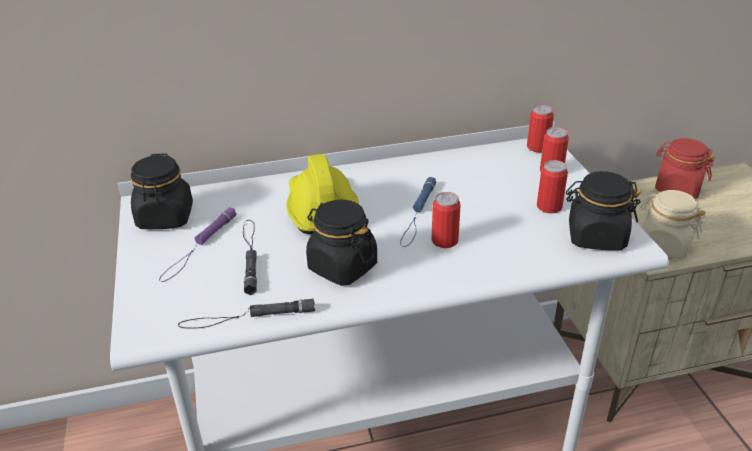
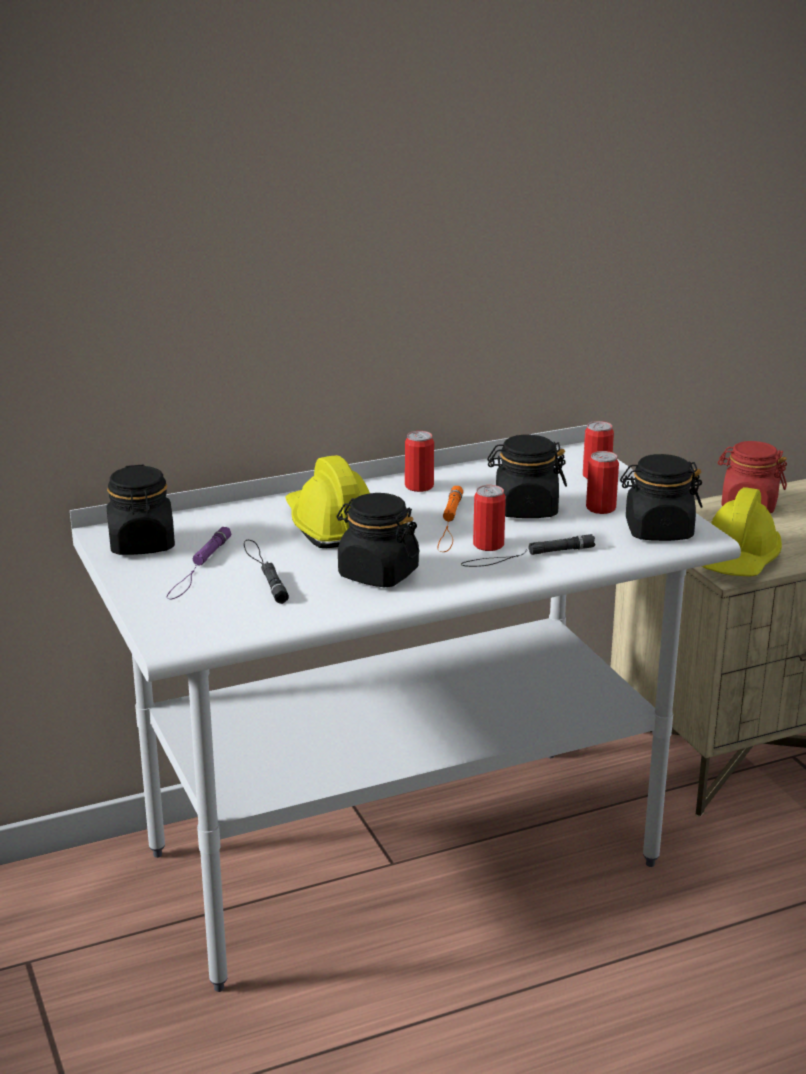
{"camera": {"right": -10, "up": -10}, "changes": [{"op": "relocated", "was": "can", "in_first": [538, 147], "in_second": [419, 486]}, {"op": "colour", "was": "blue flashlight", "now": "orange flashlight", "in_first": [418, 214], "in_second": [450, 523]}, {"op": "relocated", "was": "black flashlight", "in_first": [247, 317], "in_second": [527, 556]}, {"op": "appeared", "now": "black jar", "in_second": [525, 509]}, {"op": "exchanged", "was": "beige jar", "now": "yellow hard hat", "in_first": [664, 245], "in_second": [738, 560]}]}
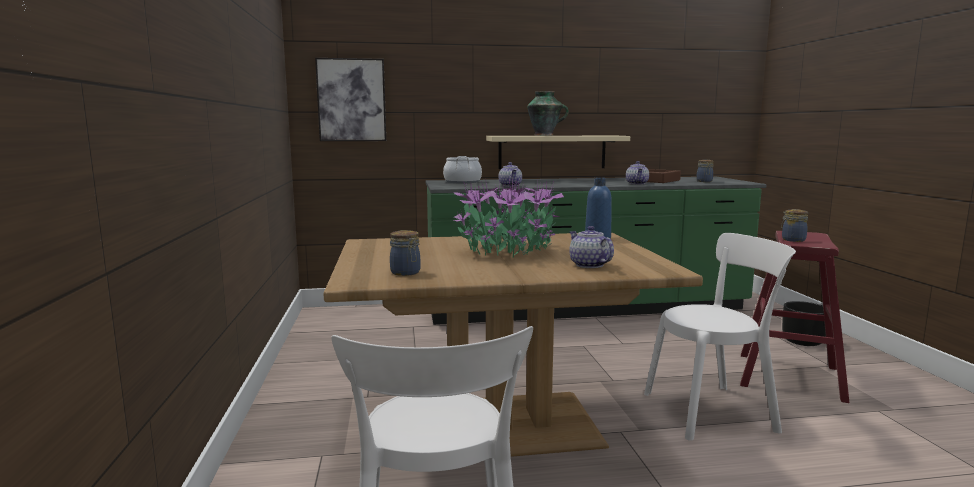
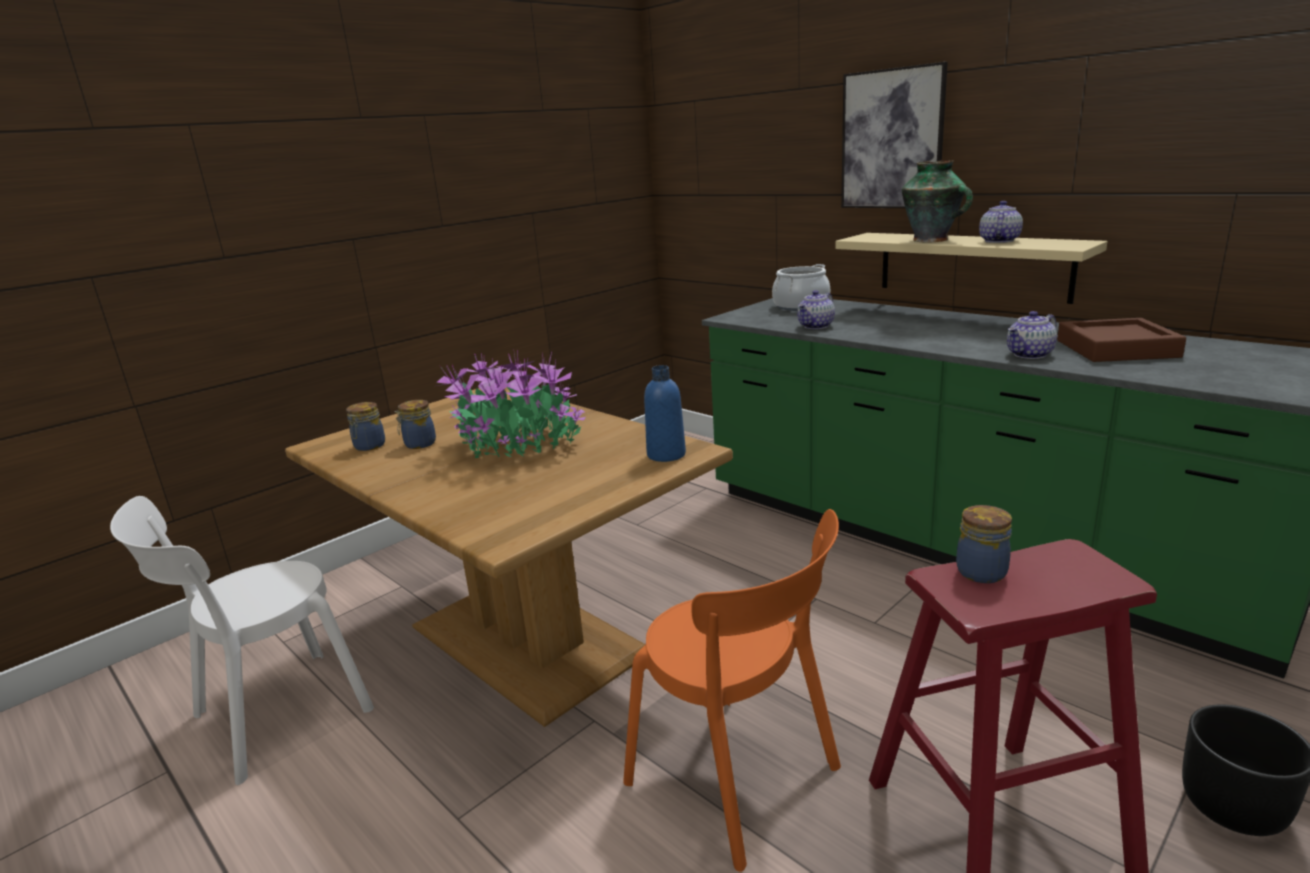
{"camera": {"right": 55, "up": 10}, "changes": [{"op": "relocated", "was": "jar", "in_first": [704, 181], "in_second": [419, 444]}, {"op": "colour", "was": "white chair", "now": "orange chair", "in_first": [714, 411], "in_second": [739, 780]}, {"op": "relocated", "was": "picture", "in_first": [351, 100], "in_second": [892, 140]}, {"op": "relocated", "was": "teapot", "in_first": [588, 265], "in_second": [998, 241]}]}
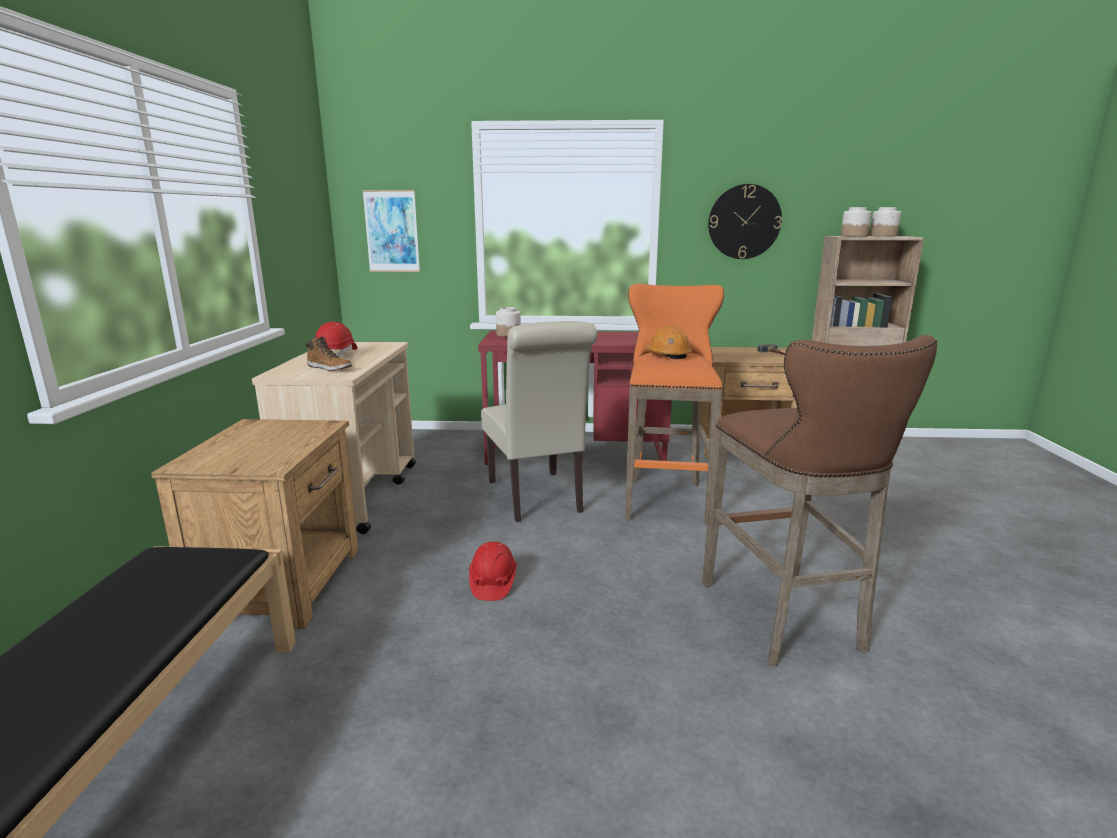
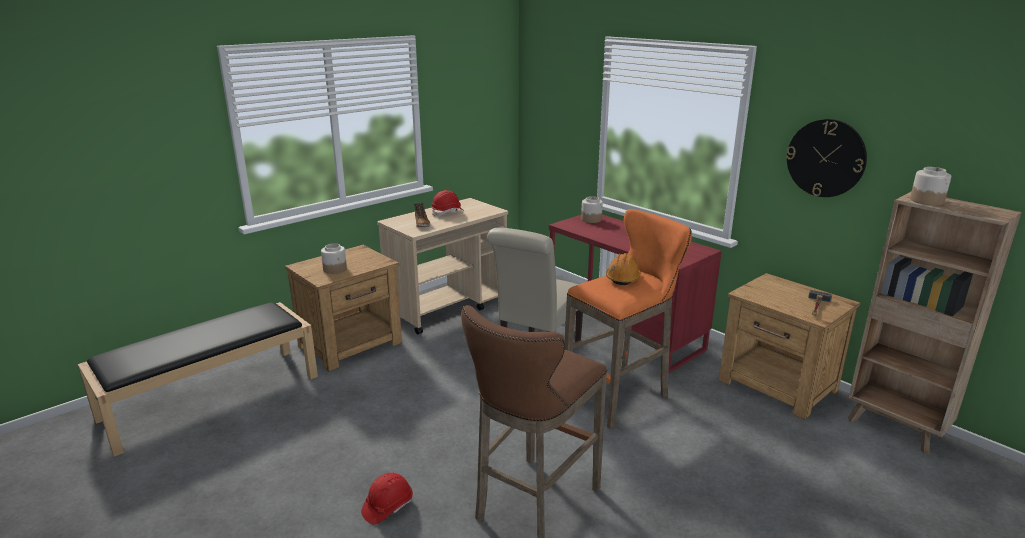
{"camera": {"right": 45, "up": 5}, "changes": [{"op": "relocated", "was": "jar", "in_first": [883, 236], "in_second": [335, 269]}, {"op": "relocated", "was": "red hard hat", "in_first": [492, 583], "in_second": [387, 507]}, {"op": "missing", "was": "picture", "in_first": [392, 231]}]}
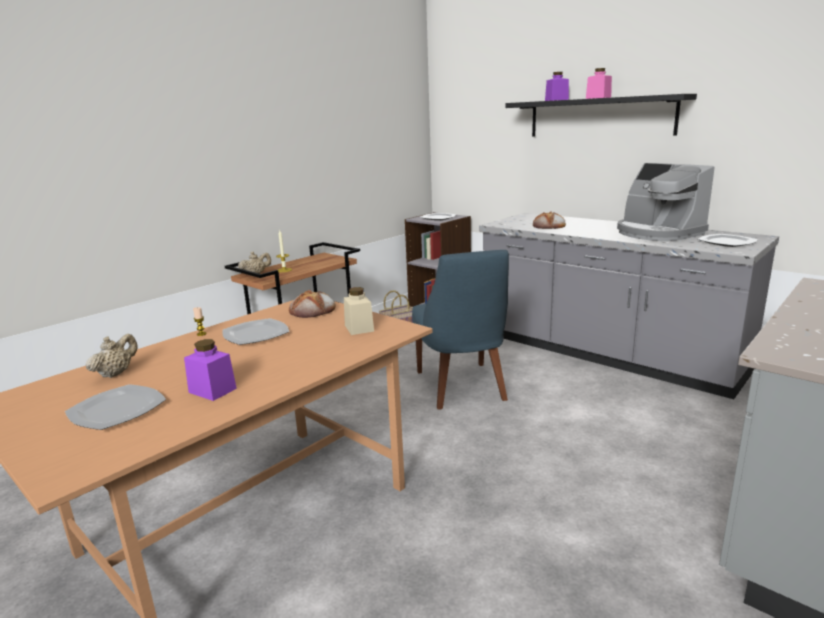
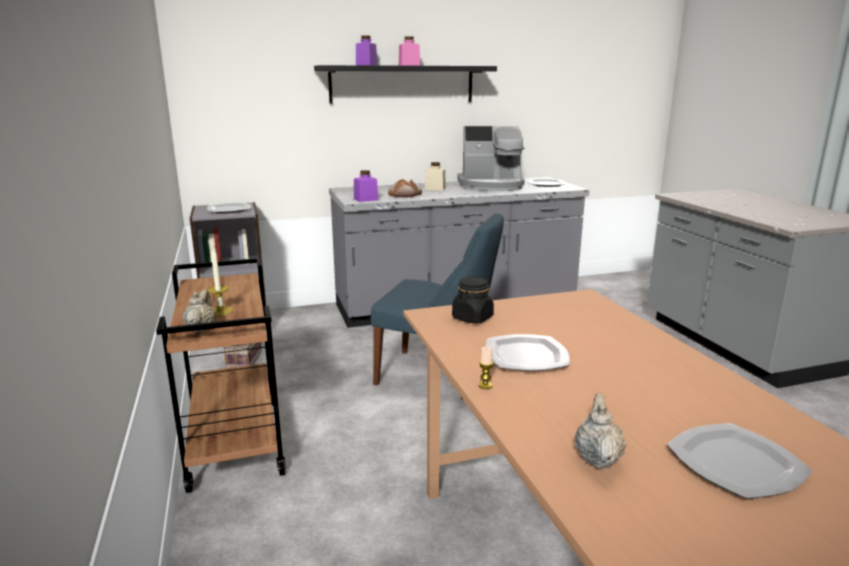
{"camera": {"right": -60, "up": 0}, "changes": [{"op": "relocated", "was": "purple jar", "in_first": [212, 390], "in_second": [366, 199]}, {"op": "relocated", "was": "beige jar", "in_first": [359, 328], "in_second": [435, 188]}, {"op": "exchanged", "was": "bread", "now": "black jar", "in_first": [313, 310], "in_second": [472, 318]}, {"op": "spun", "was": "beige teapot", "in_first": [116, 373], "in_second": [597, 458], "clockwise": 45}]}
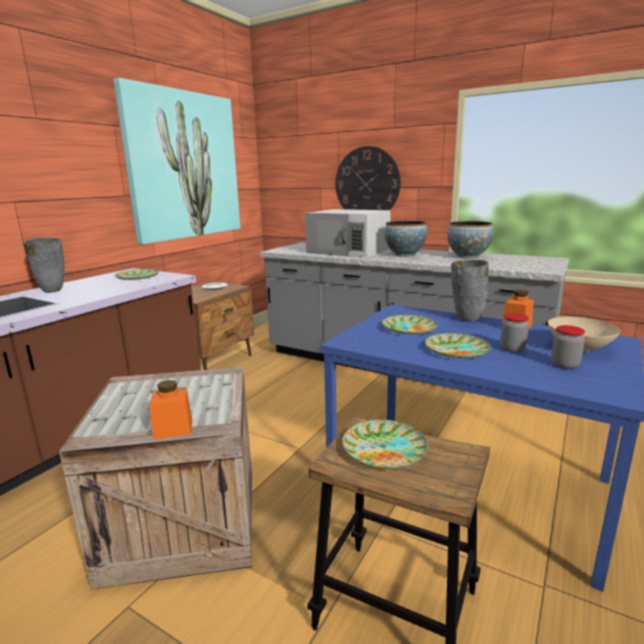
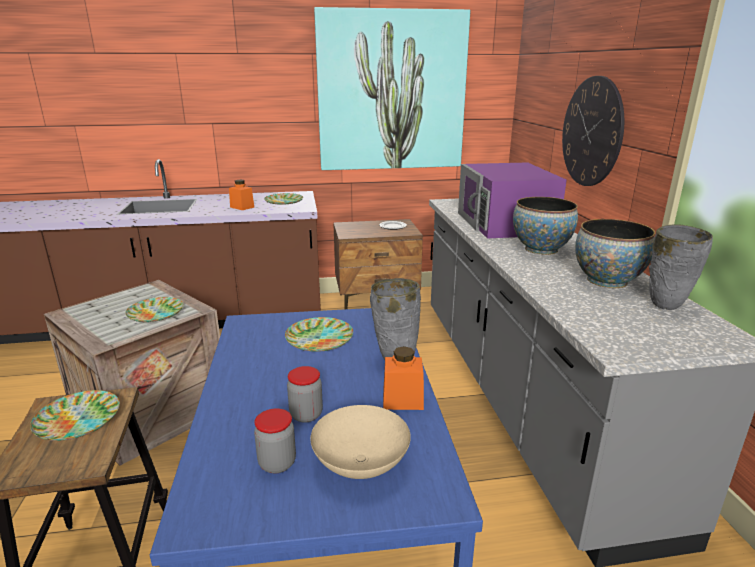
{"camera": {"right": 50, "up": 5}, "changes": [{"op": "relocated", "was": "plate", "in_first": [456, 349], "in_second": [156, 313]}, {"op": "relocated", "was": "orange jar", "in_first": [173, 429], "in_second": [242, 207]}, {"op": "colour", "was": "white microwave", "now": "purple microwave", "in_first": [349, 251], "in_second": [505, 223]}, {"op": "relocated", "was": "grey vase", "in_first": [52, 291], "in_second": [666, 306]}]}
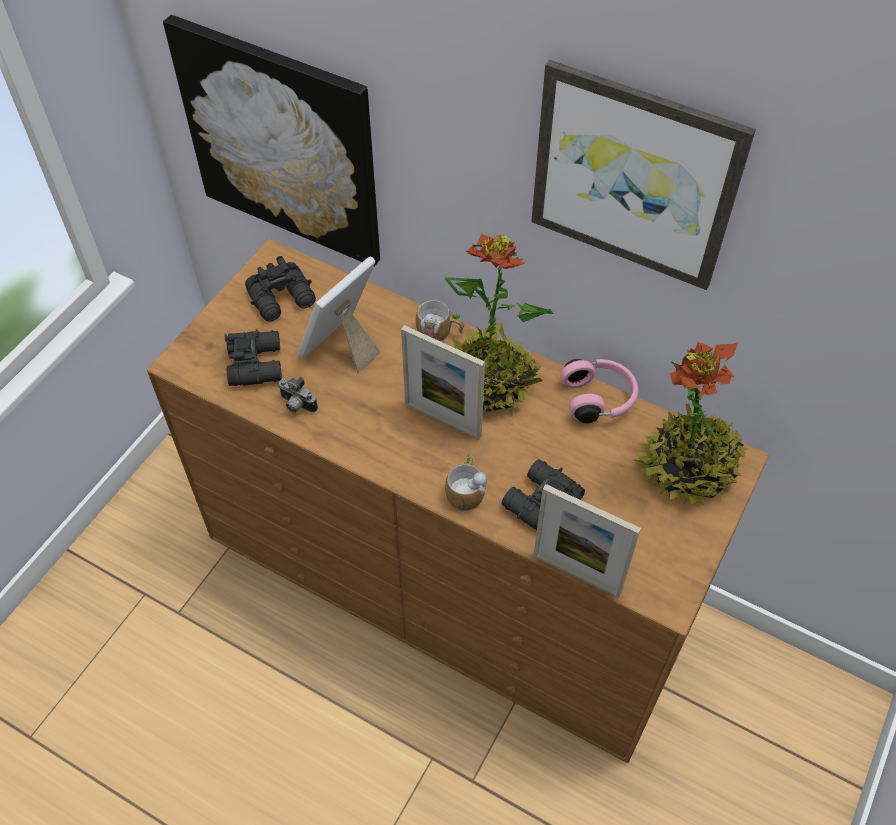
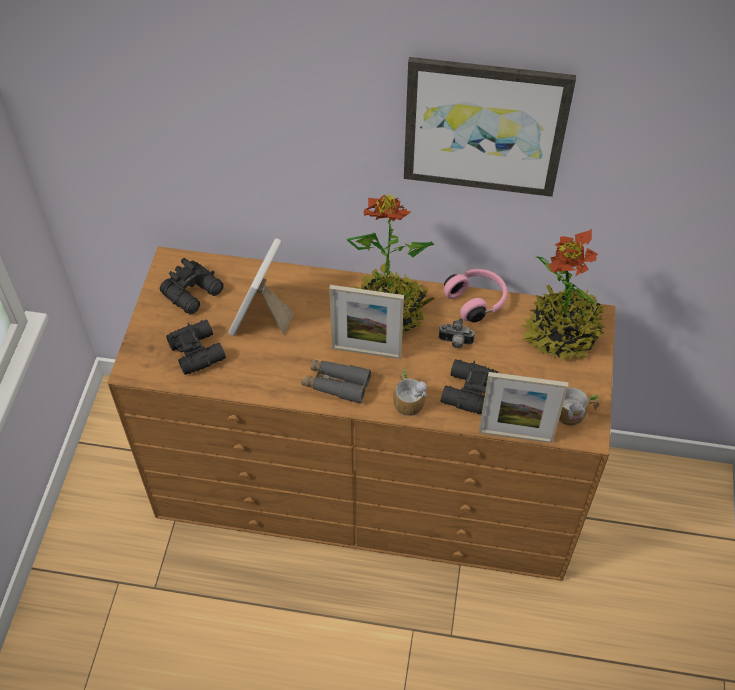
{"camera": {"right": -20, "up": 0}, "changes": [{"op": "appeared", "now": "grey binoculars", "in_second": [336, 384]}, {"op": "relocated", "was": "photo camera", "in_first": [296, 405], "in_second": [455, 342]}, {"op": "relocated", "was": "mug", "in_first": [439, 332], "in_second": [575, 413]}, {"op": "missing", "was": "picture", "in_first": [282, 142]}]}
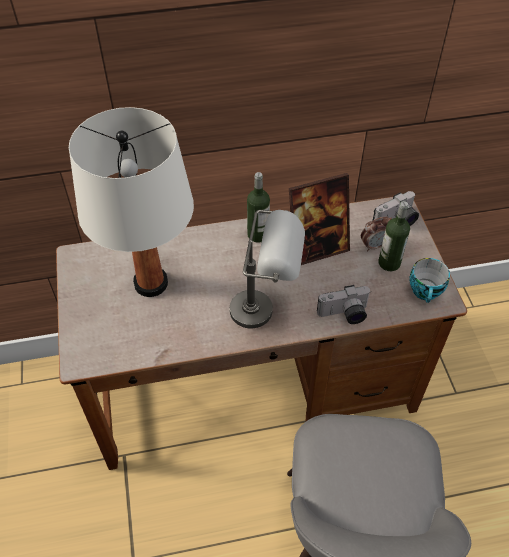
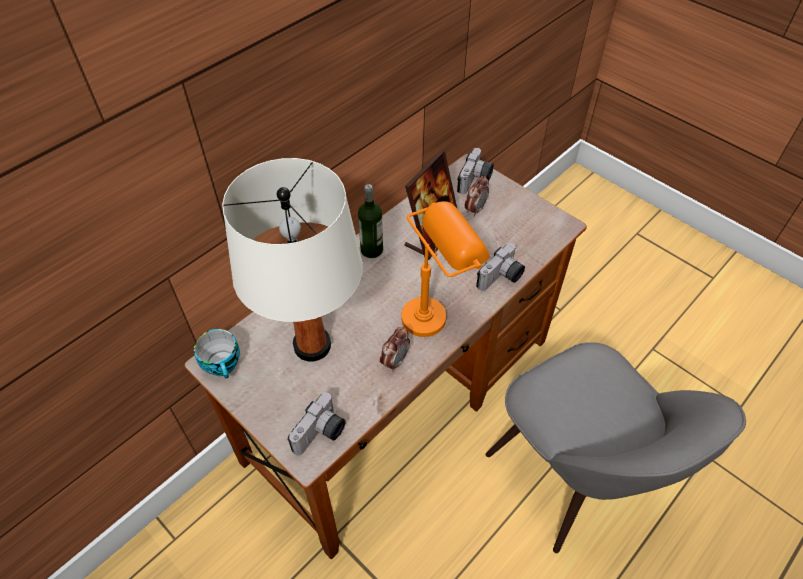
{"camera": {"right": -35, "up": 0}, "changes": [{"op": "relocated", "was": "cup", "in_first": [426, 292], "in_second": [223, 365]}, {"op": "appeared", "now": "photo camera", "in_second": [321, 434]}, {"op": "appeared", "now": "alarm clock", "in_second": [395, 361]}, {"op": "colour", "was": "grey table lamp", "now": "orange table lamp", "in_first": [266, 311], "in_second": [437, 311]}, {"op": "missing", "was": "bottle", "in_first": [389, 263]}]}
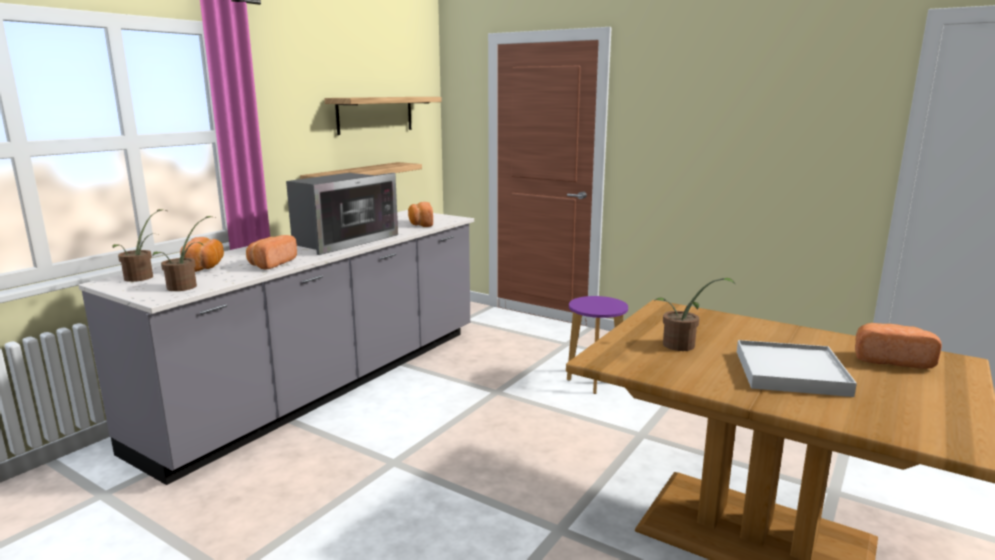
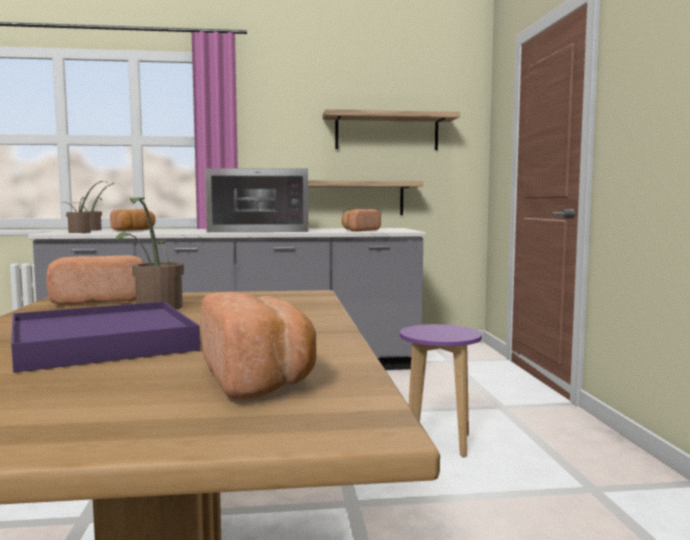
{"camera": {"right": 50, "up": -10}, "changes": [{"op": "colour", "was": "white tray", "now": "purple tray", "in_first": [790, 372], "in_second": [102, 342]}, {"op": "relocated", "was": "bread", "in_first": [271, 264], "in_second": [99, 300]}]}
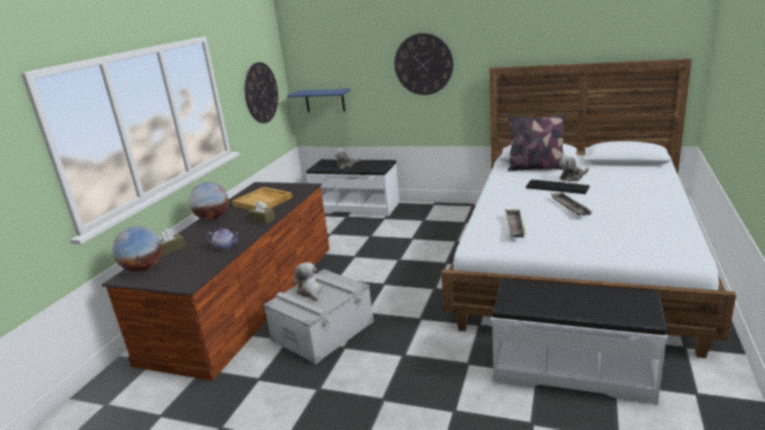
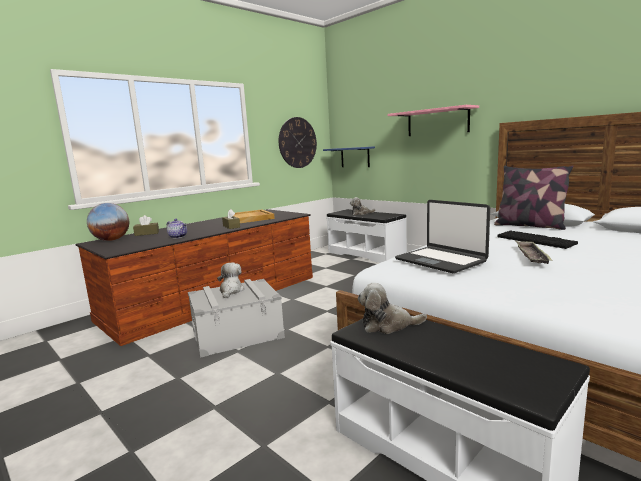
{"camera": {"right": 25, "up": -10}, "changes": [{"op": "relocated", "was": "plush toy", "in_first": [572, 177], "in_second": [388, 325]}, {"op": "exchanged", "was": "wall clock", "now": "pink shelf", "in_first": [423, 64], "in_second": [437, 122]}, {"op": "exchanged", "was": "tray", "now": "laptop", "in_first": [515, 226], "in_second": [441, 260]}, {"op": "missing", "was": "globe", "in_first": [213, 218]}]}
